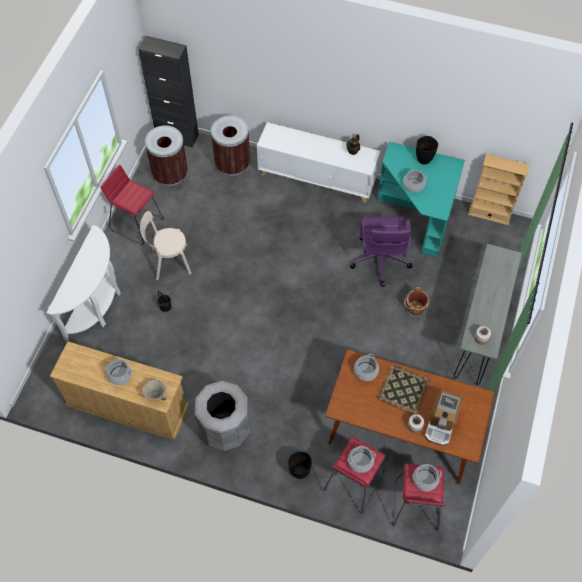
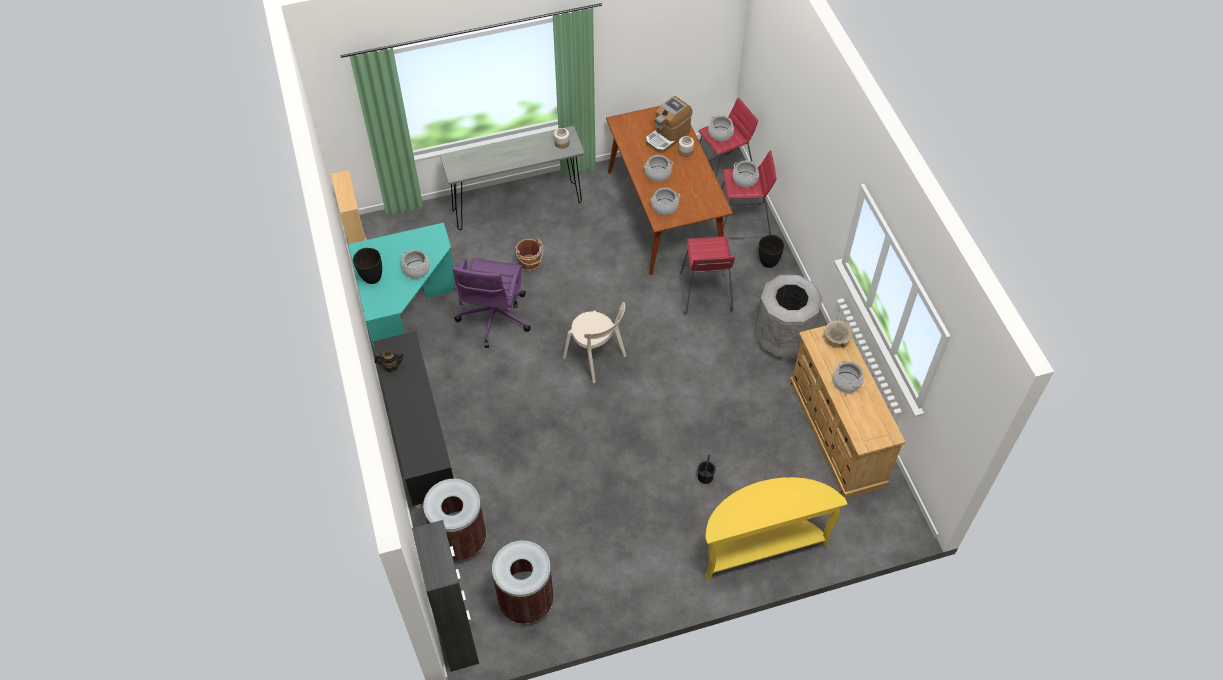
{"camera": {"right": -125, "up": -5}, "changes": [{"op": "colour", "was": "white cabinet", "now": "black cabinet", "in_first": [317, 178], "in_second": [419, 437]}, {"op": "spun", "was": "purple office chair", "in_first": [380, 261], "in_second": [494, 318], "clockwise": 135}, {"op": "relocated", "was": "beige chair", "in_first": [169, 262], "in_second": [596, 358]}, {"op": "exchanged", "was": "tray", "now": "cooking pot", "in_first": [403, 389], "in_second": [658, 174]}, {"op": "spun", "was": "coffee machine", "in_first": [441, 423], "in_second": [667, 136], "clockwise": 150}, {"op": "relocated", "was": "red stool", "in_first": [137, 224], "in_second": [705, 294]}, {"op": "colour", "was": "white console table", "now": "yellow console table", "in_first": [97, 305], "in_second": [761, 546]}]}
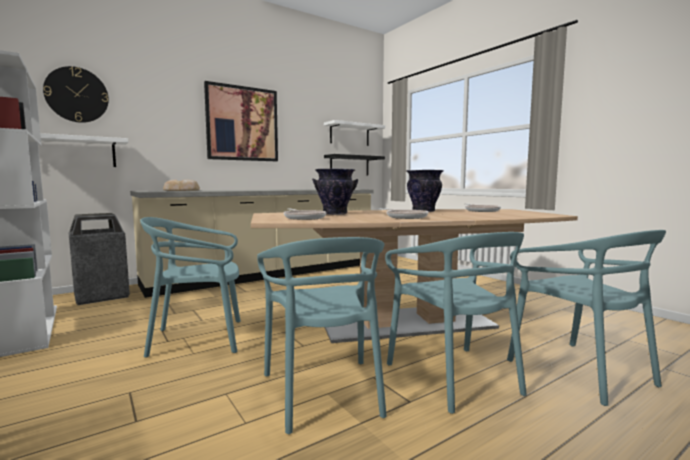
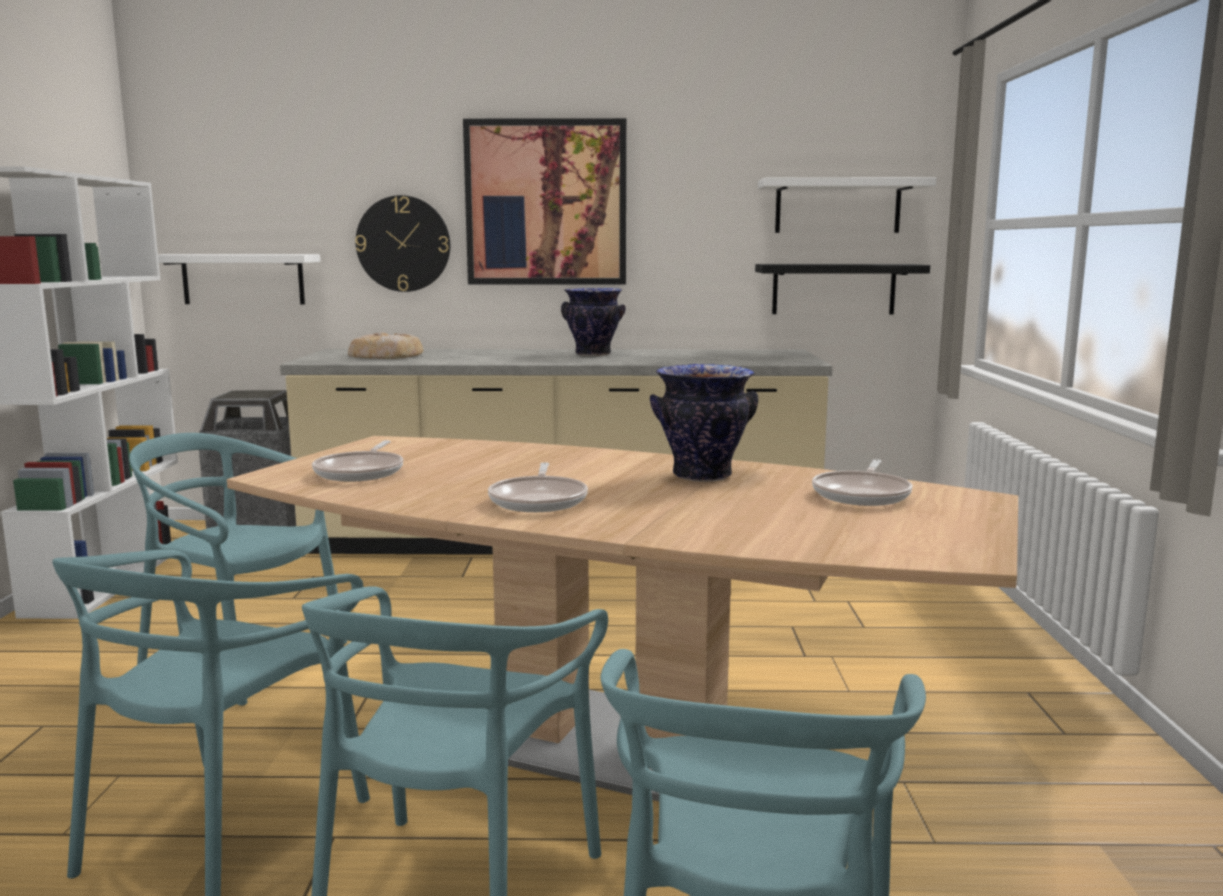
{"camera": {"right": 35, "up": 5}, "changes": [{"op": "relocated", "was": "wall clock", "in_first": [77, 95], "in_second": [403, 244]}, {"op": "relocated", "was": "vase", "in_first": [335, 214], "in_second": [592, 354]}]}
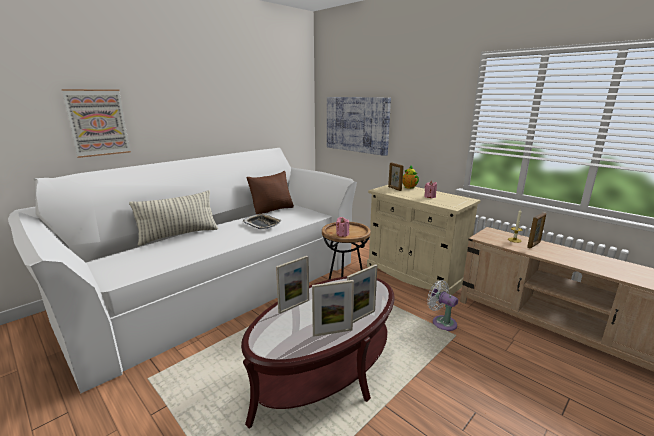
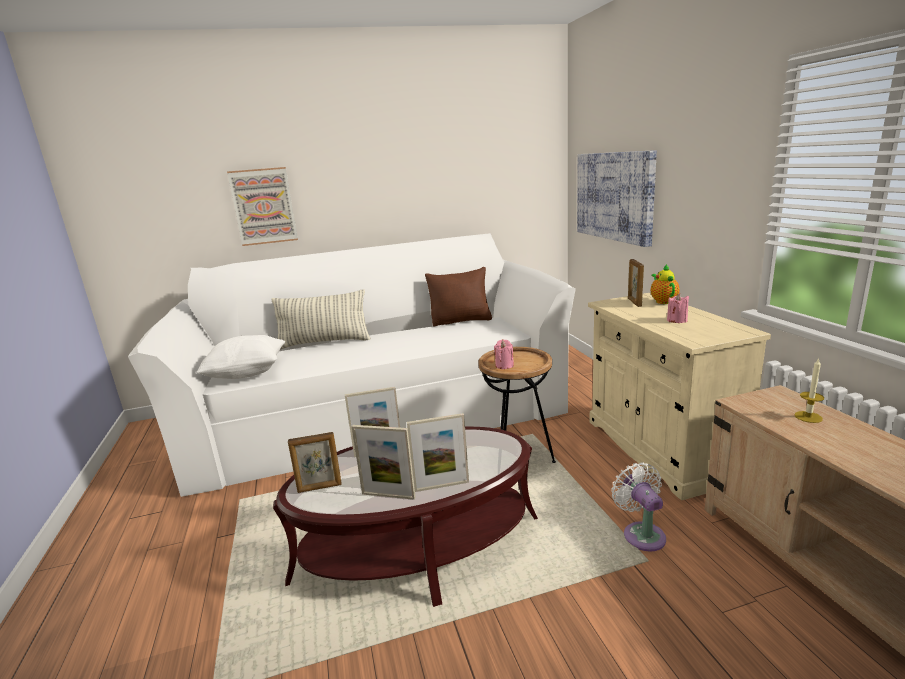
{"camera": {"right": 30, "up": 0}, "changes": [{"op": "appeared", "now": "white pillow", "in_second": [247, 373]}, {"op": "relocated", "was": "picture frame", "in_first": [534, 245], "in_second": [320, 488]}, {"op": "missing", "was": "tray", "in_first": [262, 224]}]}
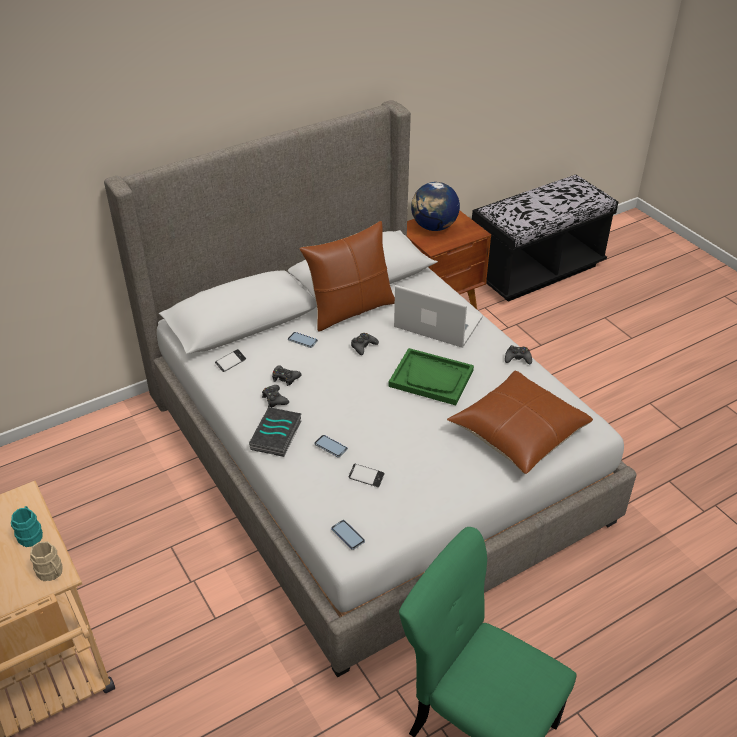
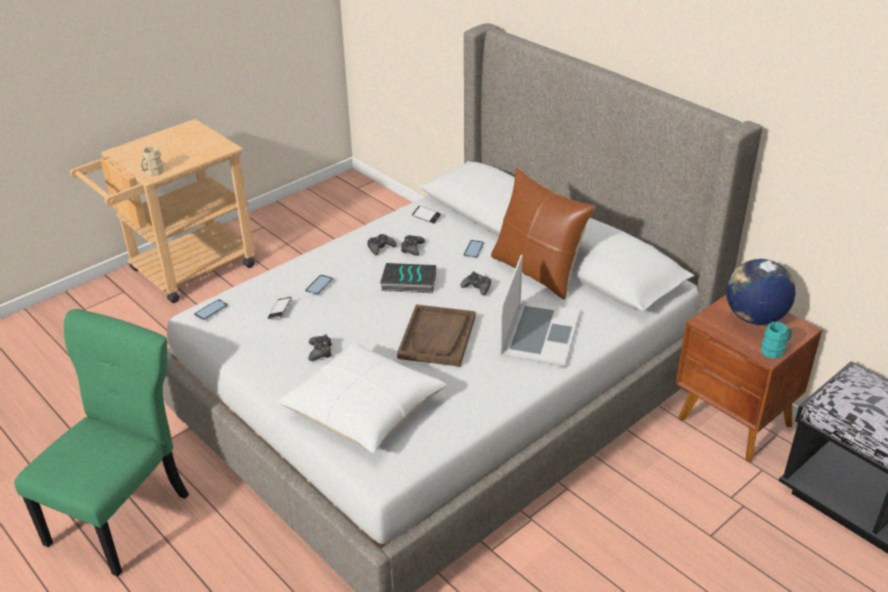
{"camera": {"right": 80, "up": -5}, "changes": [{"op": "colour", "was": "brown pillow", "now": "white pillow", "in_first": [518, 432], "in_second": [364, 409]}, {"op": "relocated", "was": "black game controller", "in_first": [517, 358], "in_second": [320, 351]}, {"op": "relocated", "was": "book", "in_first": [277, 436], "in_second": [408, 282]}, {"op": "colour", "was": "green tray", "now": "brown tray", "in_first": [431, 378], "in_second": [437, 337]}, {"op": "relocated", "was": "turquoise mug", "in_first": [30, 534], "in_second": [775, 350]}]}
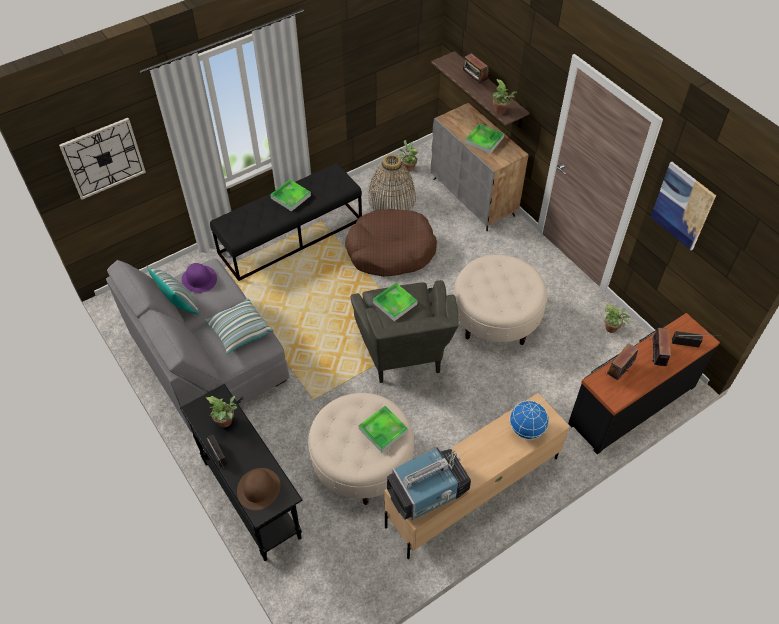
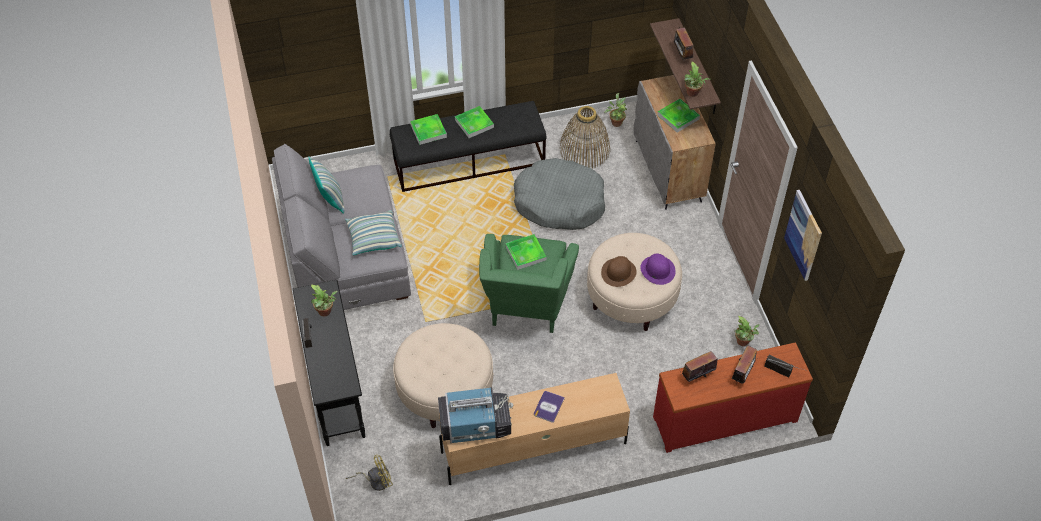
{"camera": {"right": 20, "up": 0}, "changes": [{"op": "appeared", "now": "yellow fan", "in_second": [375, 481]}, {"op": "relocated", "was": "tray", "in_first": [383, 430], "in_second": [428, 131]}, {"op": "colour", "was": "grey armchair", "now": "green armchair", "in_first": [403, 355], "in_second": [526, 306]}, {"op": "colour", "was": "brown dog bed", "now": "grey dog bed", "in_first": [390, 251], "in_second": [559, 203]}, {"op": "appeared", "now": "book", "in_second": [548, 407]}, {"op": "relocated", "was": "brown hat", "in_first": [259, 489], "in_second": [618, 272]}, {"op": "relocated", "was": "purple hat", "in_first": [199, 279], "in_second": [657, 270]}, {"op": "colour", "was": "black dresser", "now": "red dresser", "in_first": [631, 403], "in_second": [724, 417]}, {"op": "missing", "was": "wall clock", "in_first": [103, 158]}, {"op": "missing", "was": "globe", "in_first": [526, 429]}]}
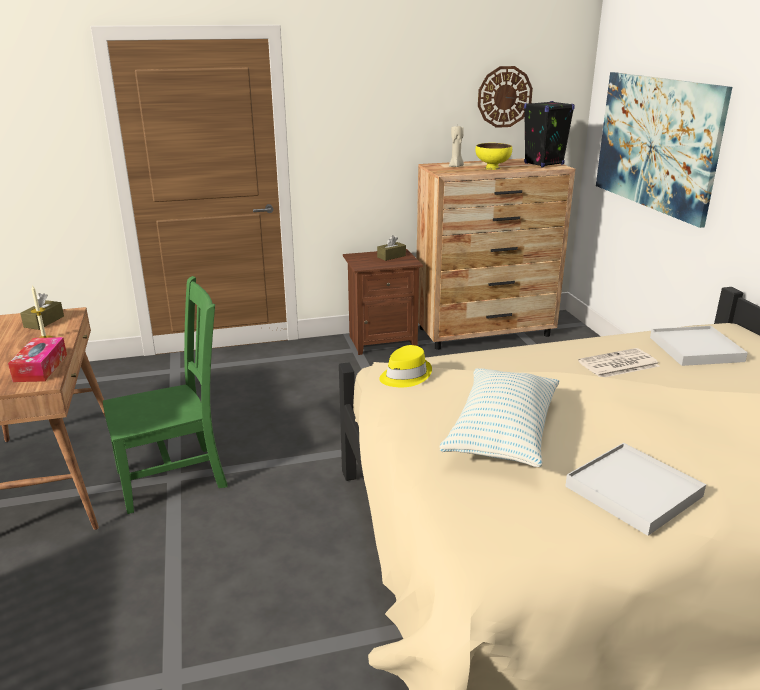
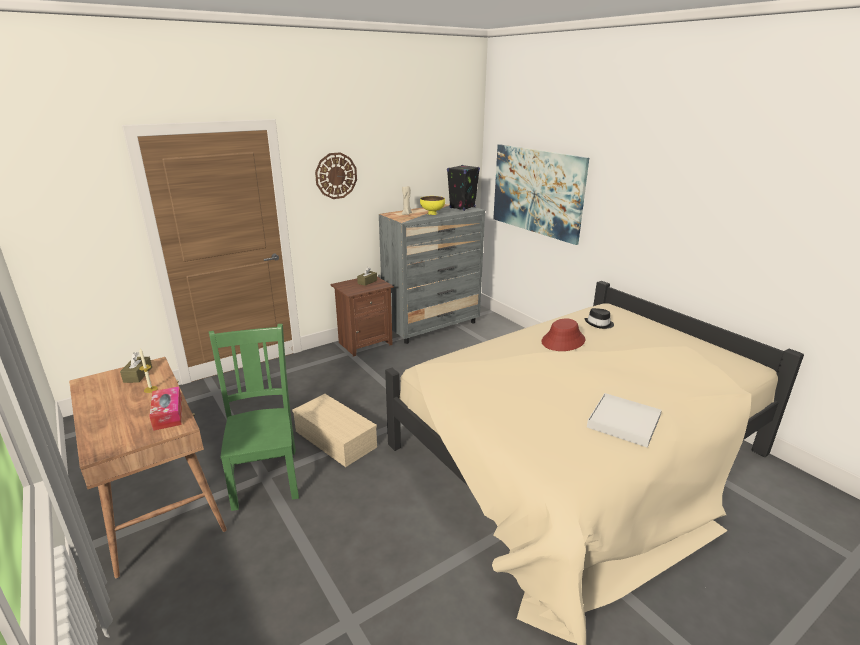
{"camera": {"right": -20, "up": 0}, "changes": [{"op": "spun", "was": "green chair", "in_first": [175, 477], "in_second": [266, 476], "clockwise": -60}, {"op": "appeared", "now": "beige storage box", "in_second": [337, 439]}, {"op": "relocated", "was": "wall clock", "in_first": [504, 97], "in_second": [336, 175]}, {"op": "colour", "was": "brown dresser", "now": "grey dresser", "in_first": [485, 332], "in_second": [432, 326]}, {"op": "exchanged", "was": "newspaper", "now": "red hat", "in_first": [618, 364], "in_second": [563, 341]}, {"op": "exchanged", "was": "white tray", "now": "black hat", "in_first": [696, 349], "in_second": [599, 324]}, {"op": "missing", "was": "yellow hat", "in_first": [405, 376]}, {"op": "missing", "was": "pillow", "in_first": [502, 433]}]}
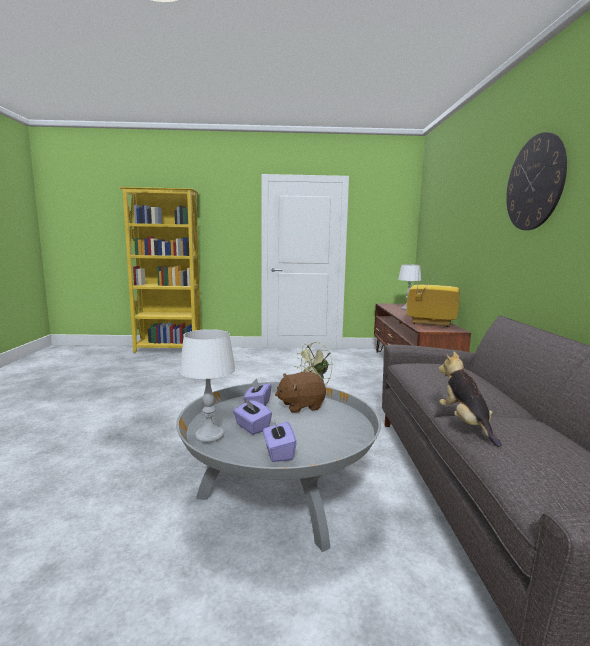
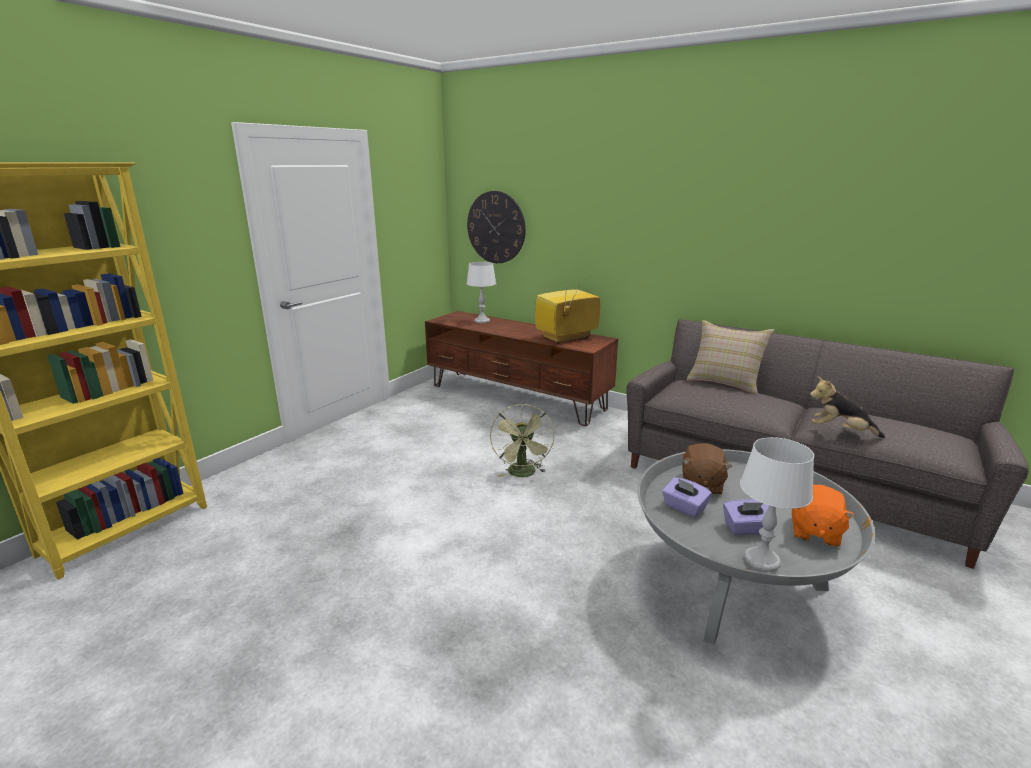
{"camera": {"right": -55, "up": 10}, "changes": [{"op": "relocated", "was": "wall clock", "in_first": [534, 183], "in_second": [496, 227]}, {"op": "appeared", "now": "beige pillow", "in_second": [725, 382]}, {"op": "exchanged", "was": "purple tissue box", "now": "orange plush toy", "in_first": [278, 453], "in_second": [814, 532]}]}
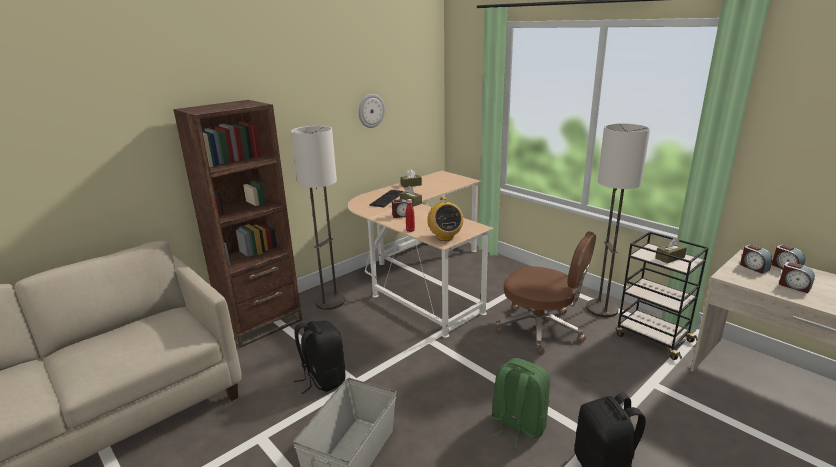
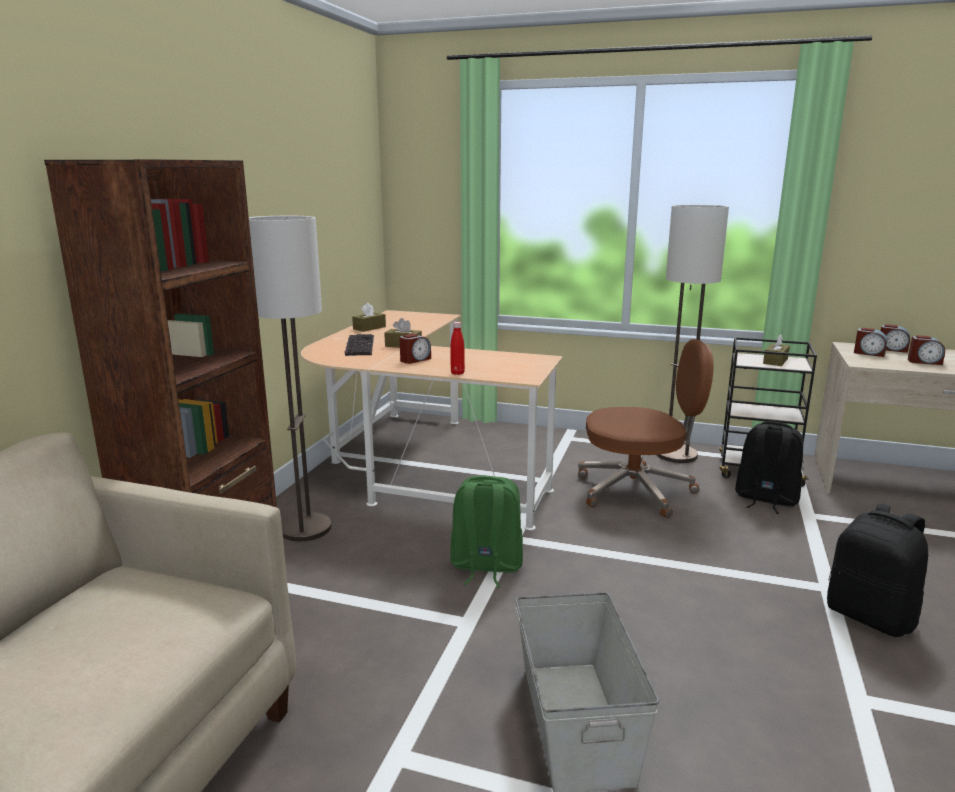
{"camera": {"right": -30, "up": -5}, "changes": [{"op": "relocated", "was": "green backpack", "in_first": [517, 425], "in_second": [485, 566]}, {"op": "relocated", "was": "black backpack", "in_first": [322, 379], "in_second": [765, 499]}, {"op": "missing", "was": "wall clock", "in_first": [371, 111]}, {"op": "missing", "was": "radio", "in_first": [445, 237]}]}
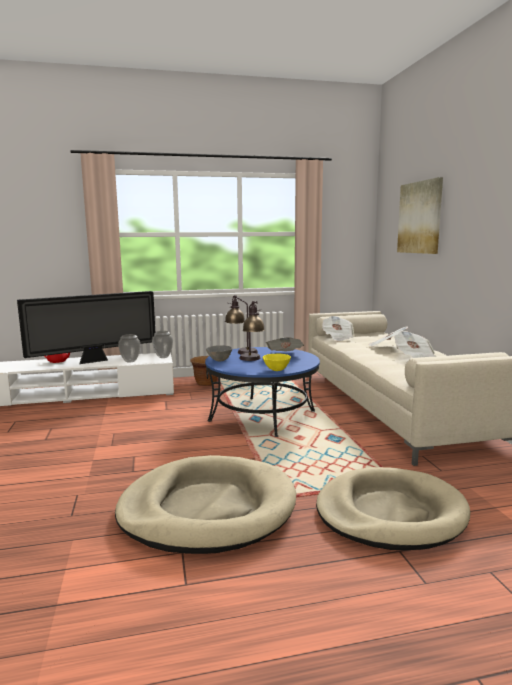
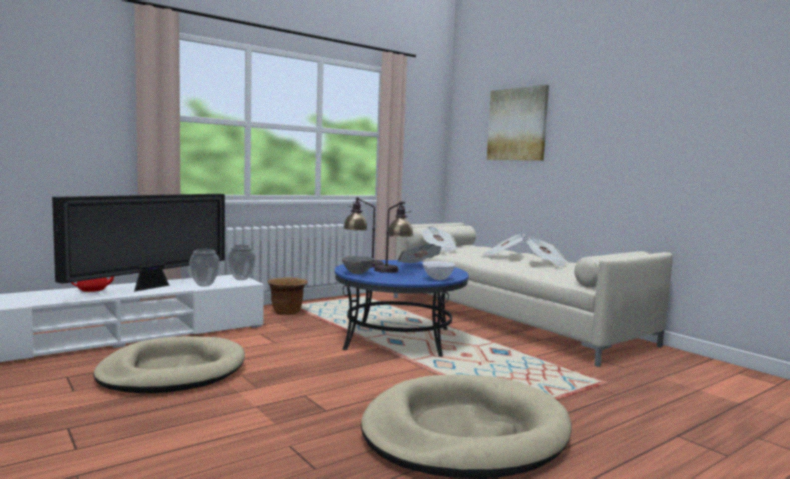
{"camera": {"right": -25, "up": -5}, "changes": [{"op": "relocated", "was": "beige dog bed", "in_first": [390, 513], "in_second": [173, 371]}, {"op": "colour", "was": "yellow bowl", "now": "white bowl", "in_first": [276, 370], "in_second": [438, 279]}]}
